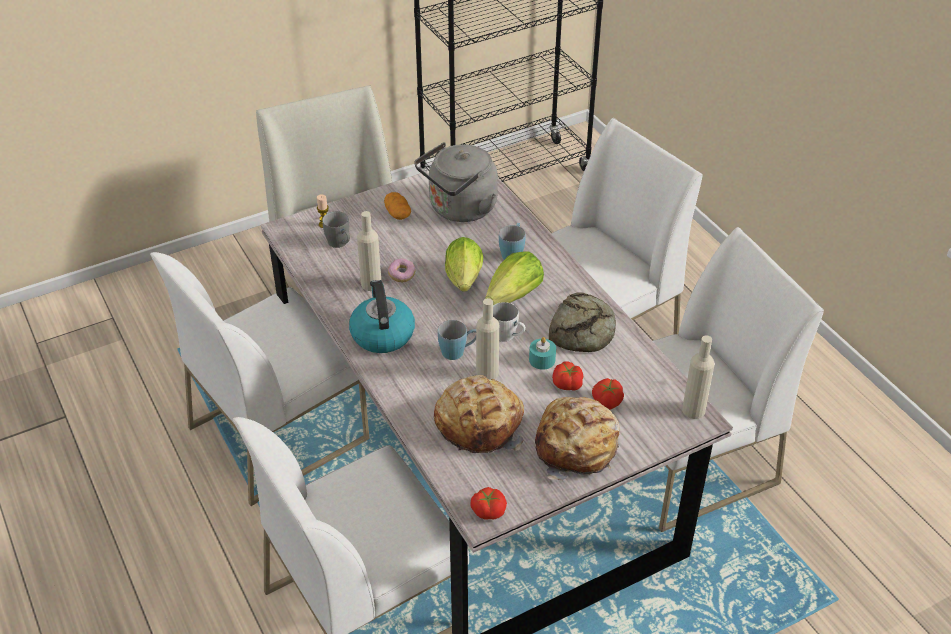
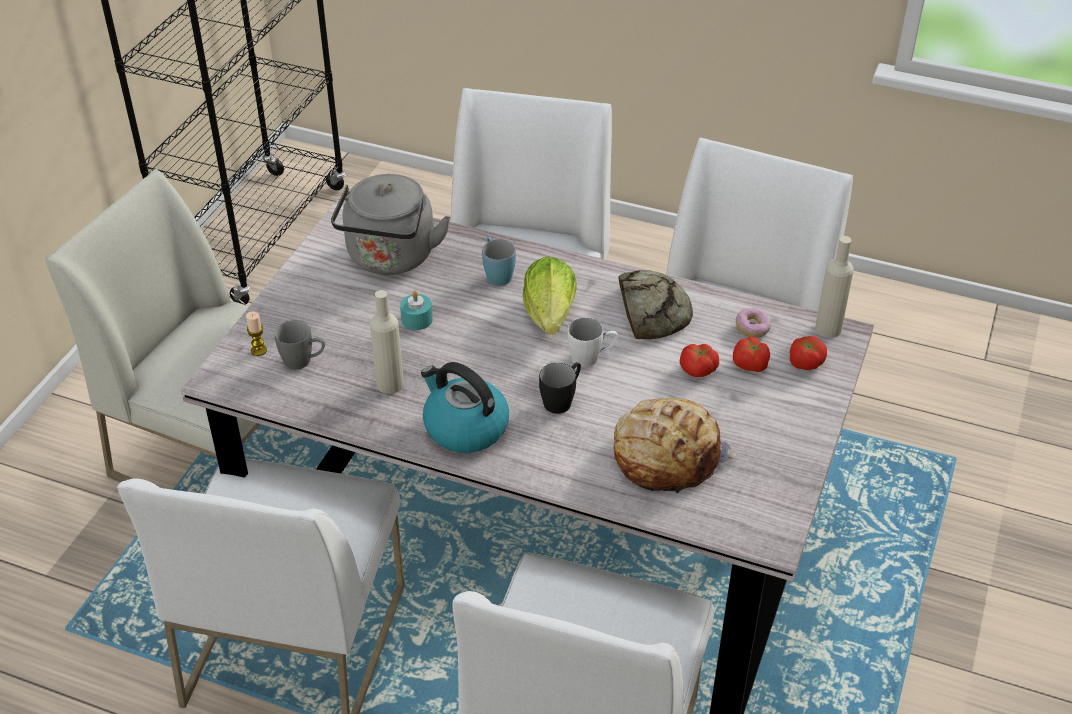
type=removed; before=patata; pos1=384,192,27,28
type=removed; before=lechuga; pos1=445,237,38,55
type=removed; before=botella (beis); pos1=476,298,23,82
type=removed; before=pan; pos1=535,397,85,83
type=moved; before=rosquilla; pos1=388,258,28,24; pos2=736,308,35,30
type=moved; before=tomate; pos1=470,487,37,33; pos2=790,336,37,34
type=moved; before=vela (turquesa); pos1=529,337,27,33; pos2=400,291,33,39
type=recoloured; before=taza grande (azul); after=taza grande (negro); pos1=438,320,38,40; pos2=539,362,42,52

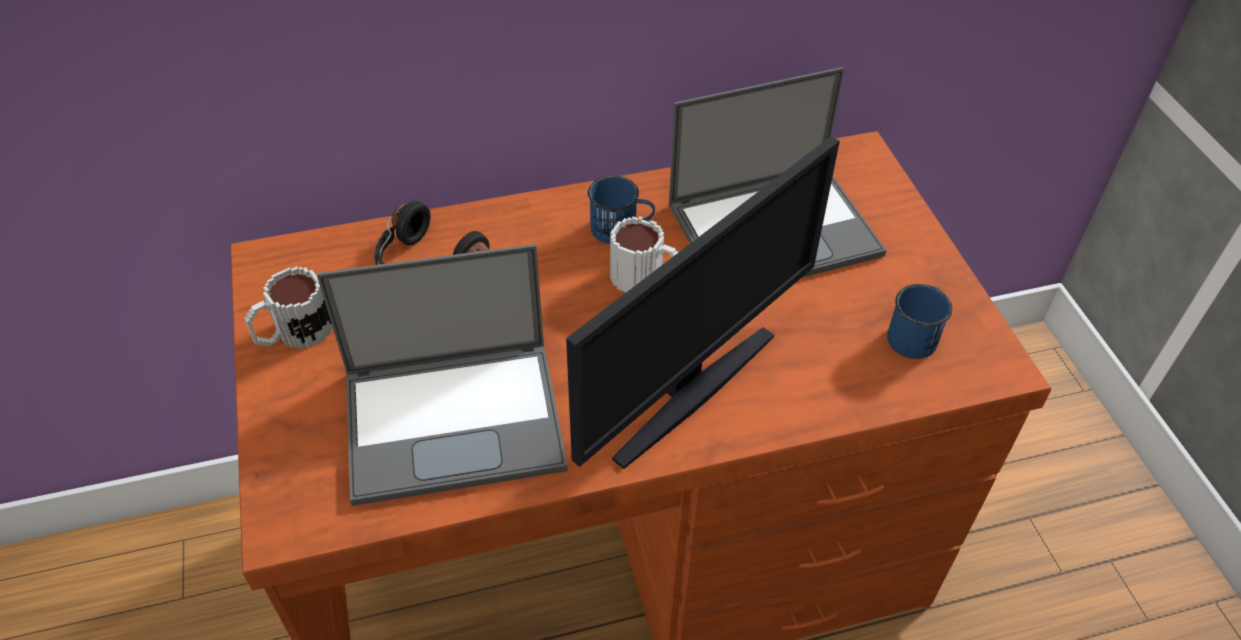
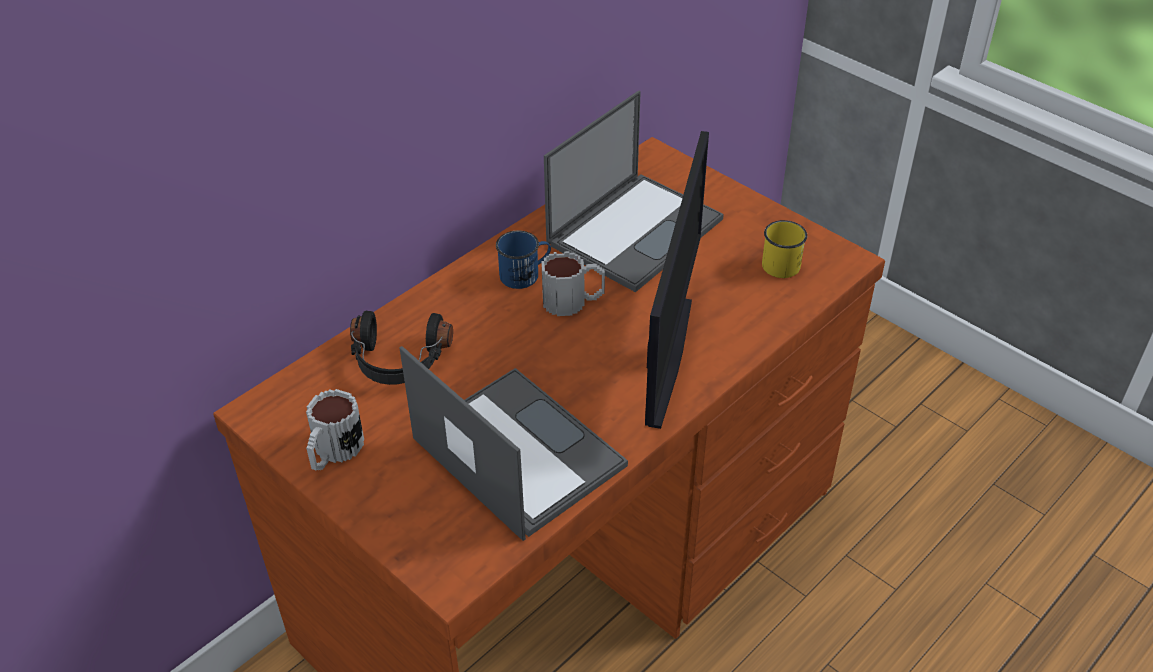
type=recoloured; before=taza grande (azul); after=taza grande (amarillo); pos1=887,284,66,75; pos2=762,220,45,58
type=turned; before=portátil; pos1=317,244,251,262; pos2=400,346,228,195; turn=-90

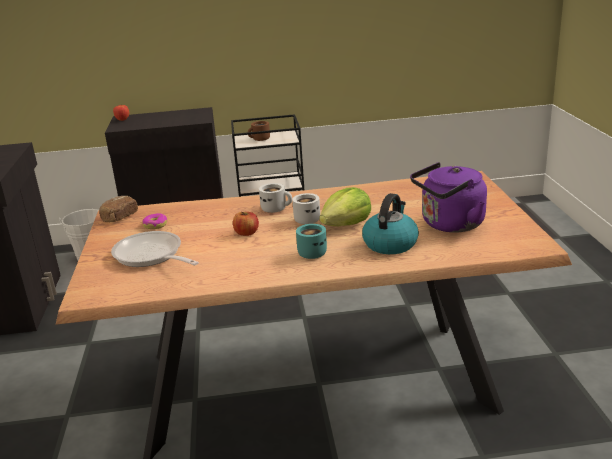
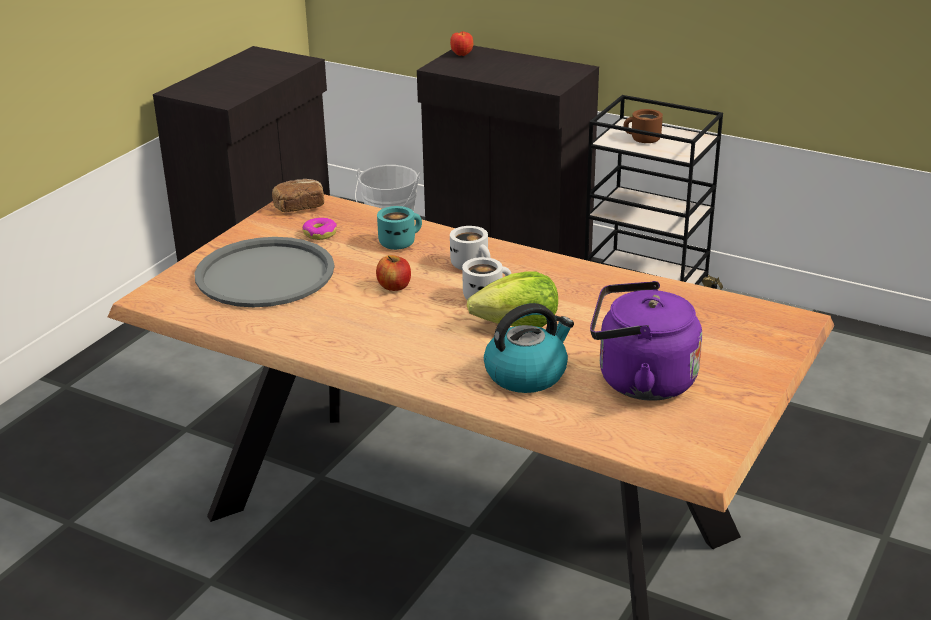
type=moved; before=taza grande (turquesa); pos1=296,224,31,35; pos2=377,206,45,44
type=replaced; before=sartén; after=bandeja (gris); pos1=111,231,88,36; pos2=194,237,141,70

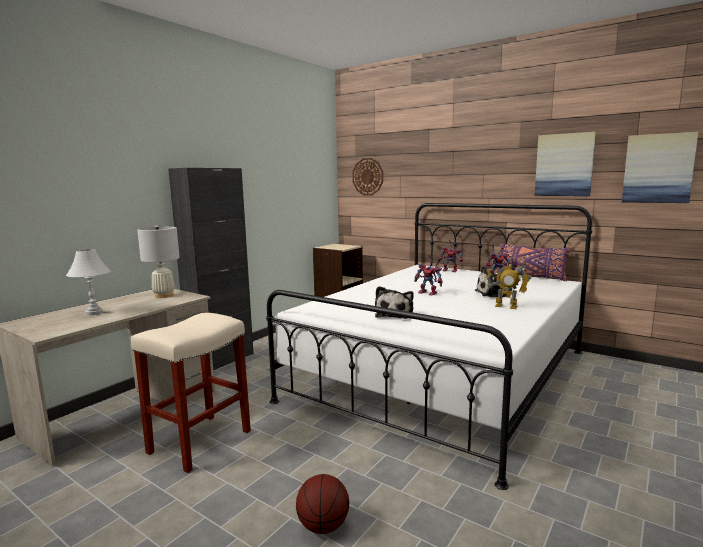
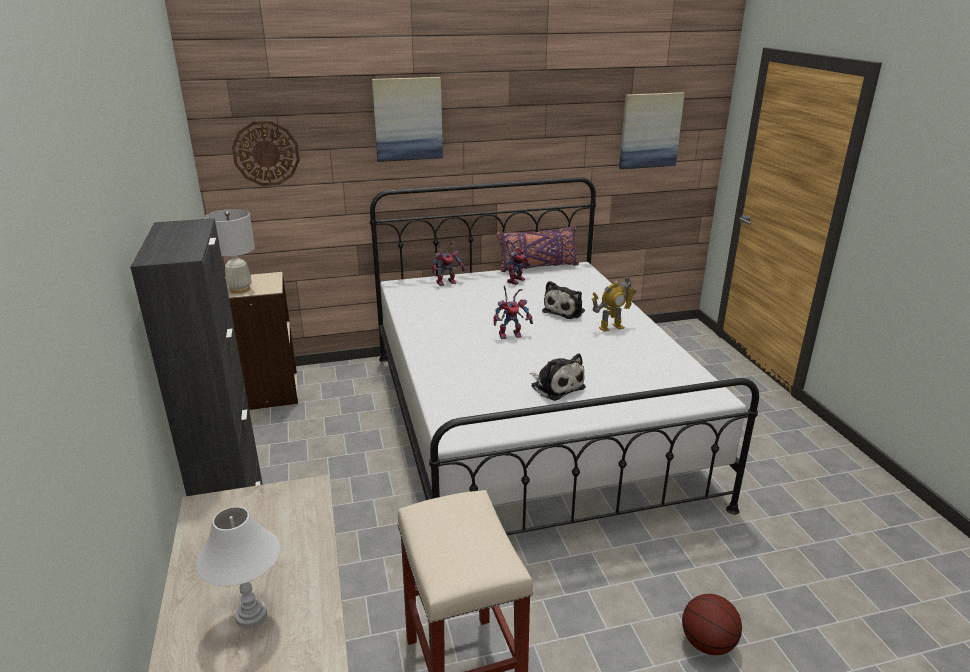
type=moved; before=lámpara de mesa (blanco); pos1=137,225,43,73; pos2=205,209,50,85
type=moved; before=cuadro; pos1=535,132,61,64; pos2=372,77,71,85

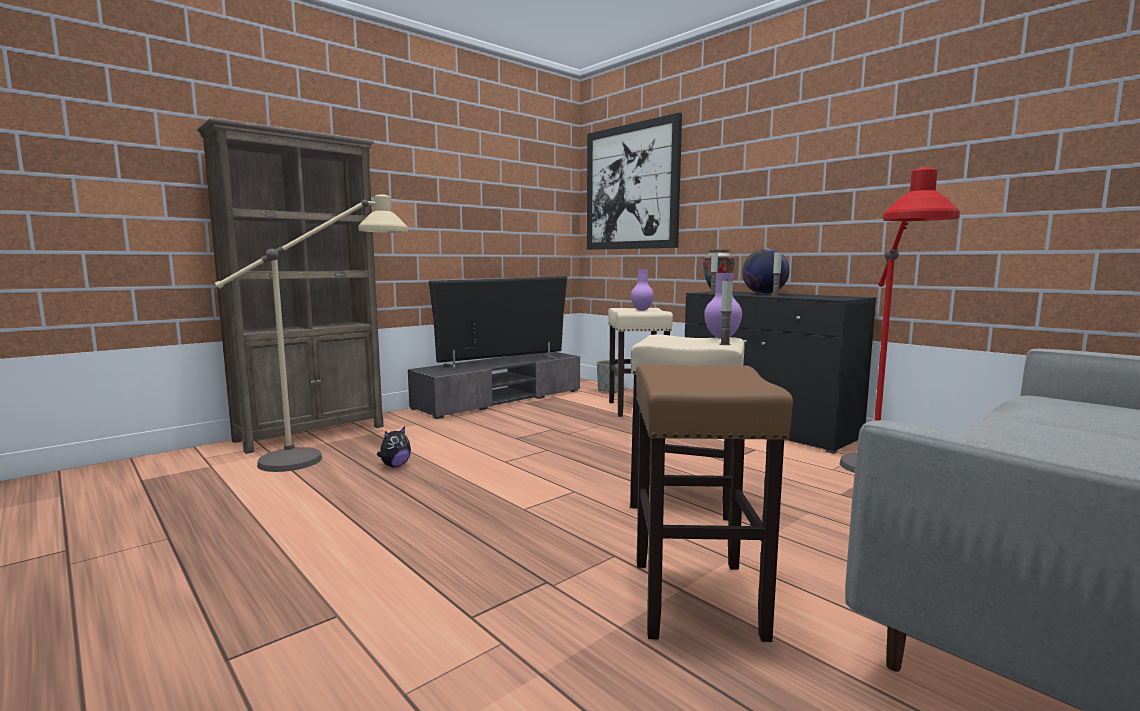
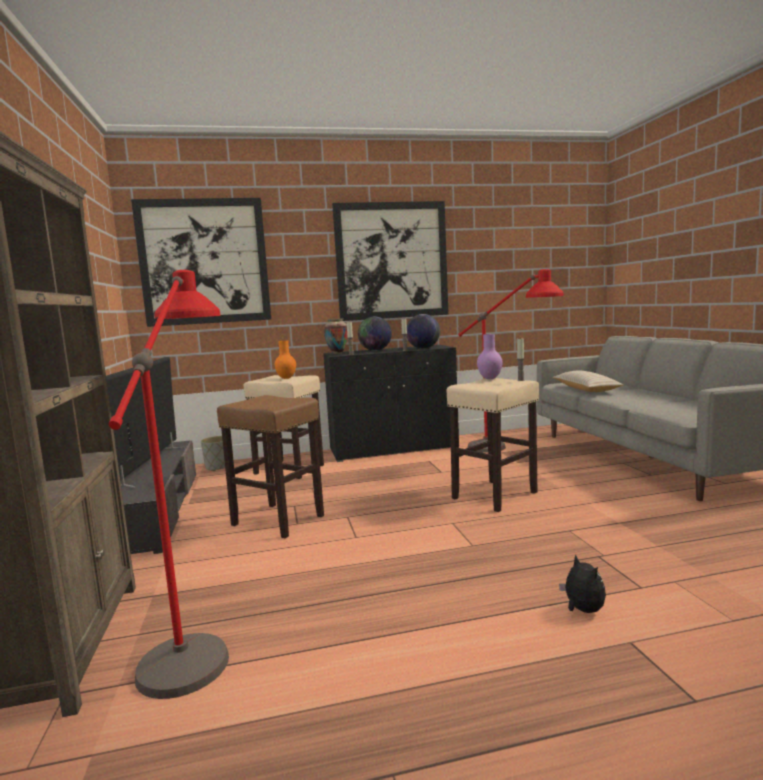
type=added; after=cuadro; pos2=332,201,117,120
type=added; after=globo terráqueo; pos2=407,314,33,35
type=added; after=cojín (beis); pos2=553,370,71,22
type=moved; before=peluche; pos1=377,426,34,41; pos2=559,555,47,58
type=moved; before=taburete (marrón); pos1=636,365,157,277; pos2=217,395,107,143
type=recoloured; before=lámpara de pie (beis); after=lámpara de pie (rojo); pos1=215,194,193,278; pos2=109,270,120,429
type=recoloured; before=florero (morado); after=florero (naranja); pos1=631,269,23,42; pos2=275,341,21,38

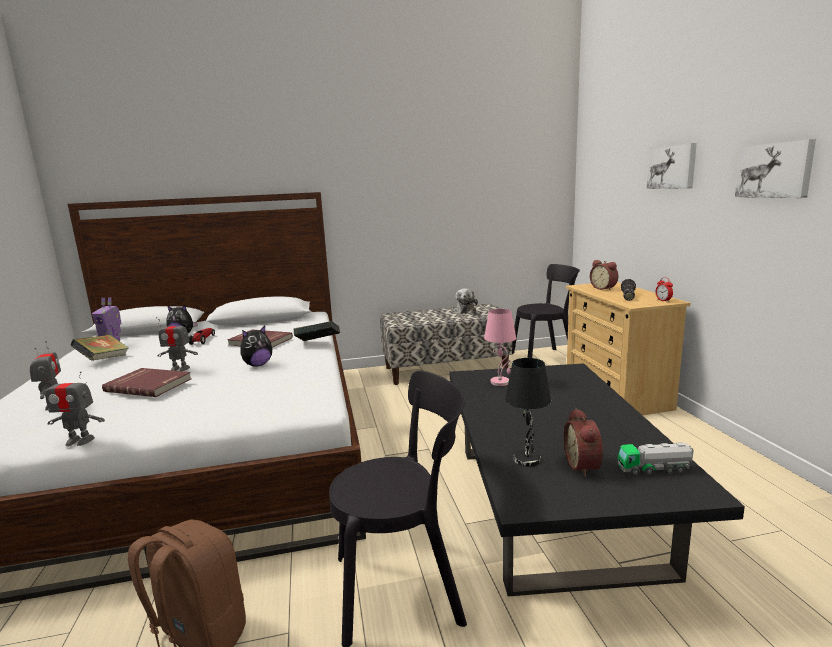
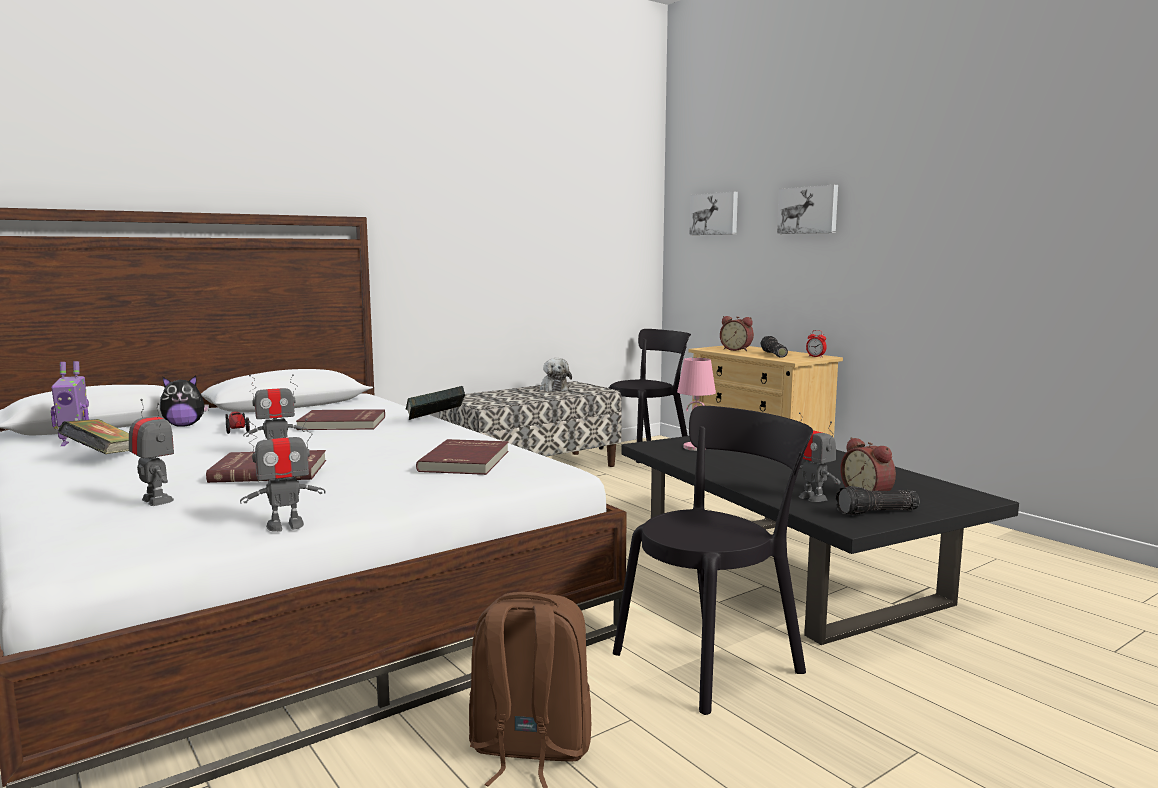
type=removed; before=peluche; pos1=240,326,32,41
type=removed; before=camión de juguete; pos1=618,442,75,34
type=added; after=libro (rojo); pos2=416,439,93,36
type=added; after=linterna; pos2=836,486,83,29
type=moved; before=cuadro; pos1=735,139,81,59; pos2=689,192,49,43
type=replaced; before=lámpara de mesa (negro); after=robot de juguete; pos1=505,358,46,109; pos2=791,412,49,90

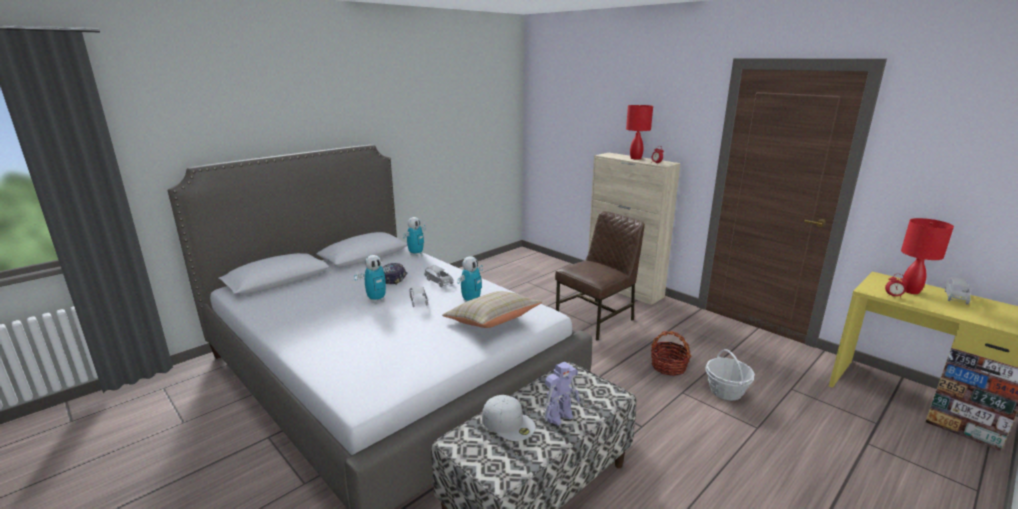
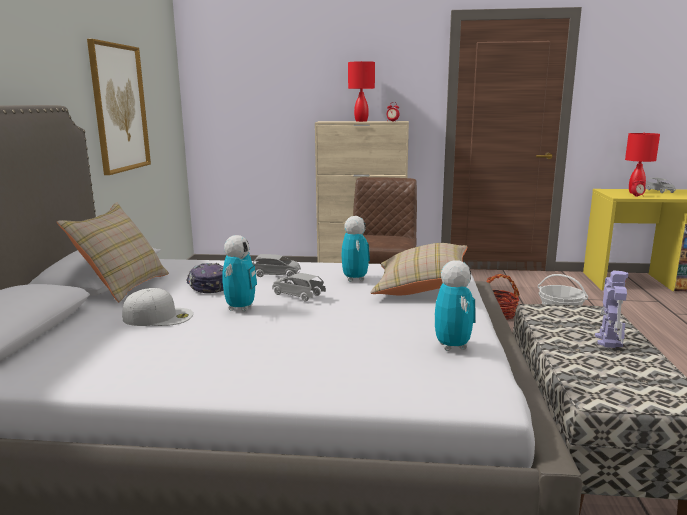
type=added; after=cojín (beis); pos2=57,202,112,100
type=added; after=cuadro; pos2=87,39,64,136
type=moved; before=robot de juguete; pos1=403,217,23,39; pos2=435,260,41,91
type=moved; before=gorra (blanco); pos1=482,395,54,46; pos2=122,288,71,38

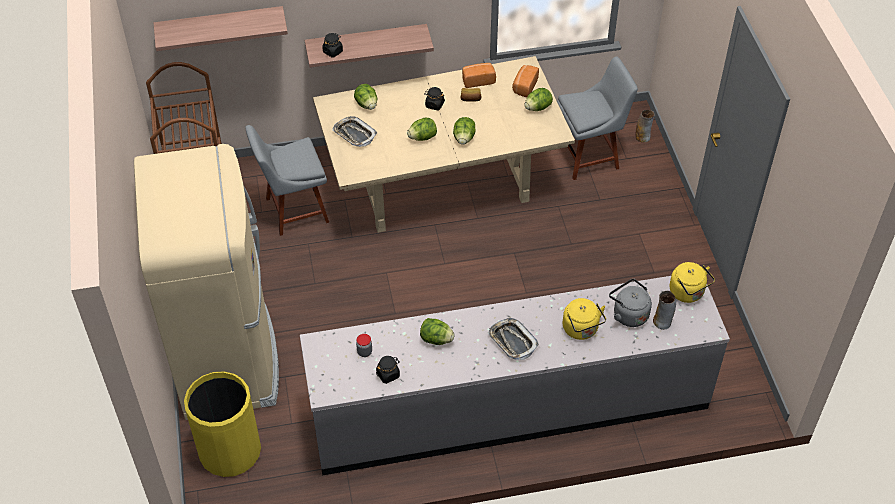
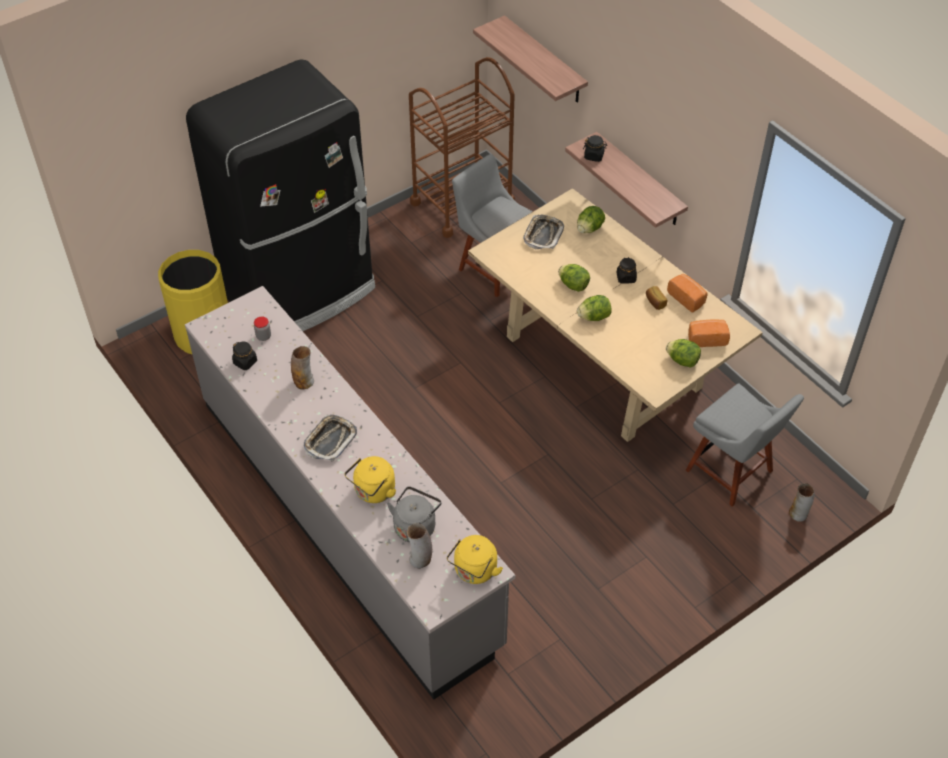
type=replaced; before=lechuga; after=florero; pos1=420,318,35,27; pos2=291,346,23,43
type=recoloured; before=nevera (beis); after=nevera (negro); pos1=134,144,145,276; pos2=186,59,189,272

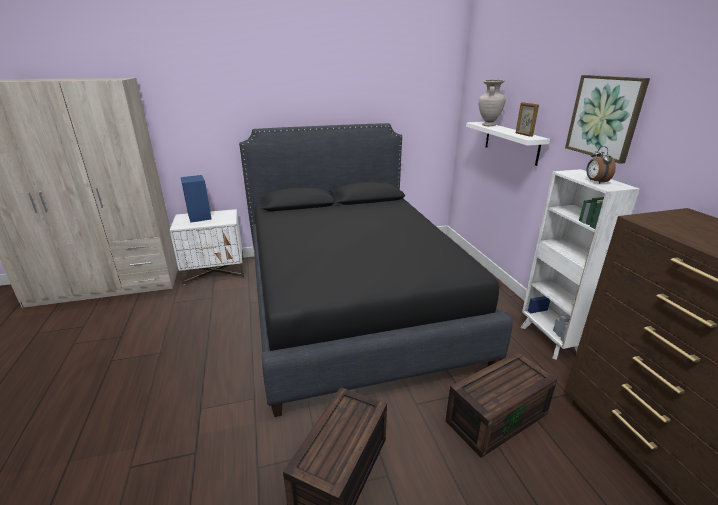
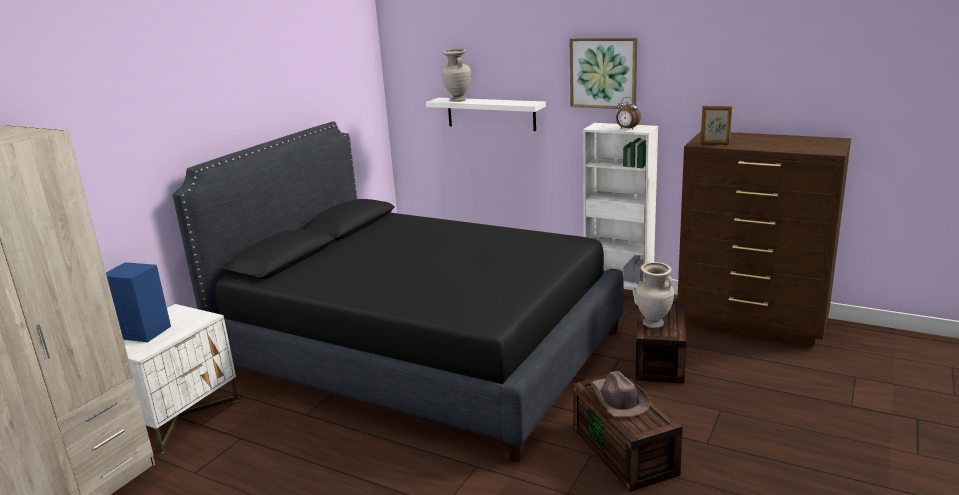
type=added; after=sombrero (marrón); pos2=590,371,60,46
type=added; after=florero (beis); pos2=635,262,39,66
type=moved; before=portarretratos; pos1=516,102,23,35; pos2=700,106,32,39

